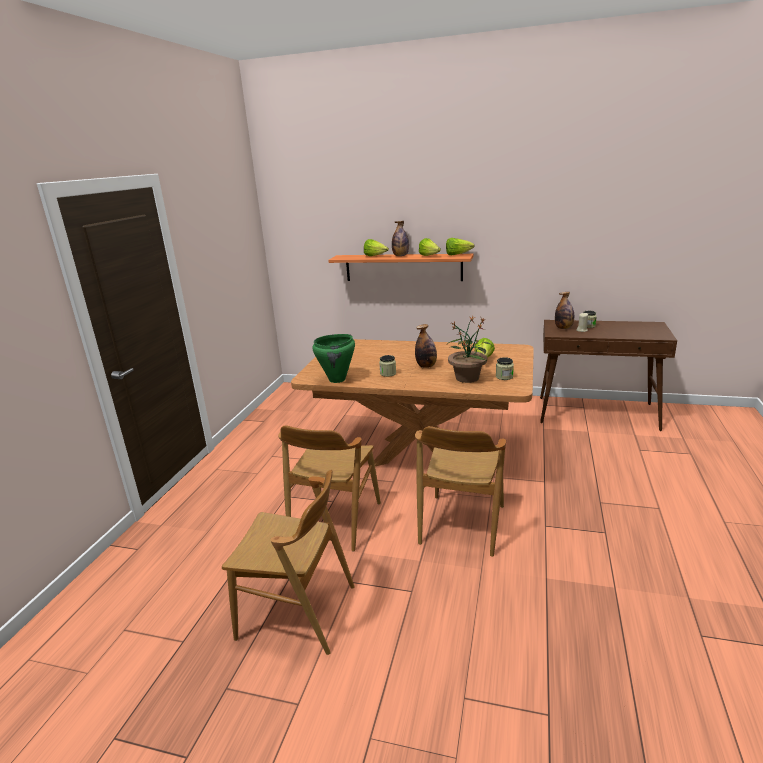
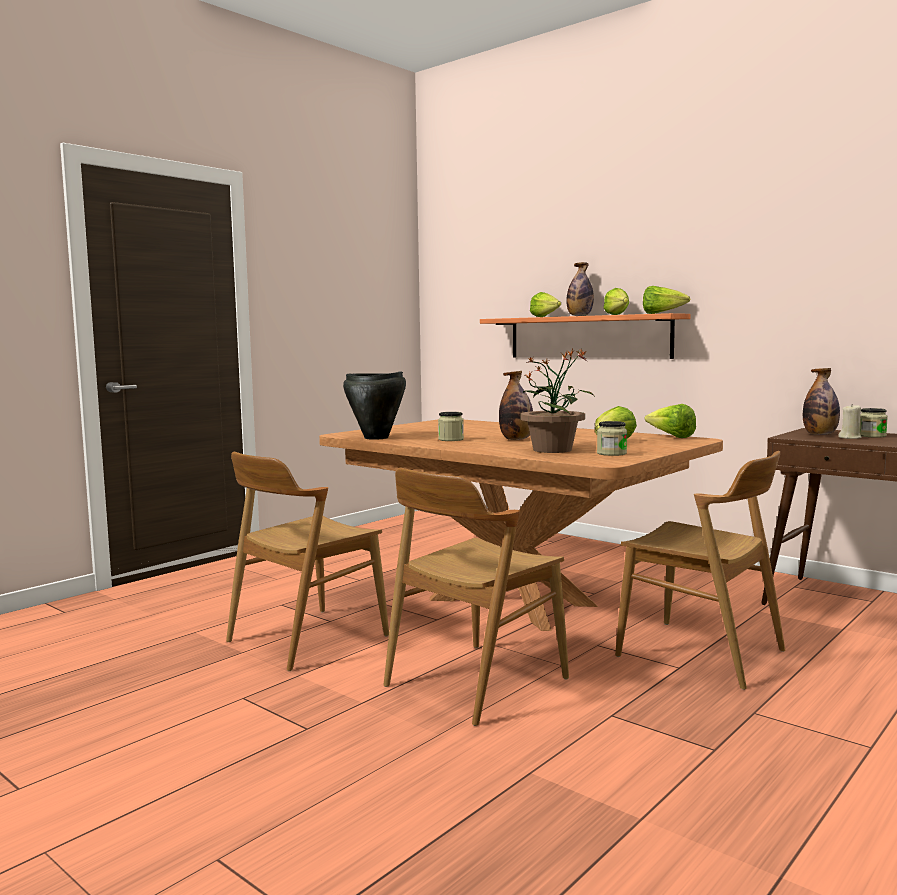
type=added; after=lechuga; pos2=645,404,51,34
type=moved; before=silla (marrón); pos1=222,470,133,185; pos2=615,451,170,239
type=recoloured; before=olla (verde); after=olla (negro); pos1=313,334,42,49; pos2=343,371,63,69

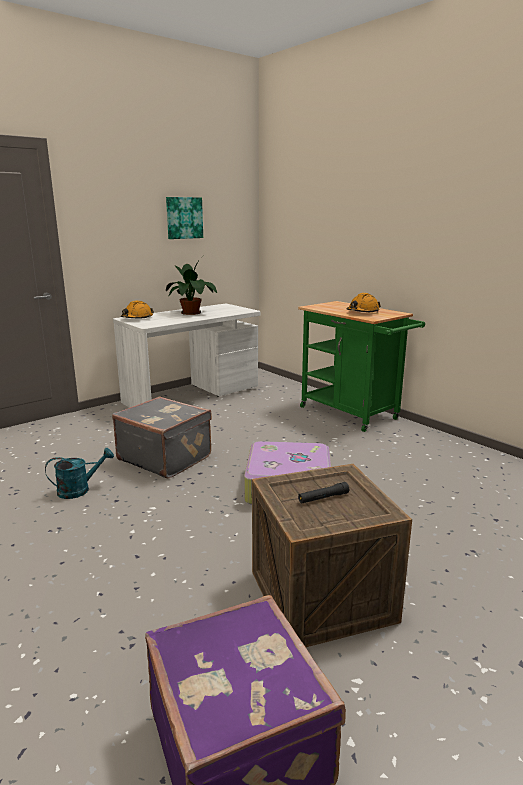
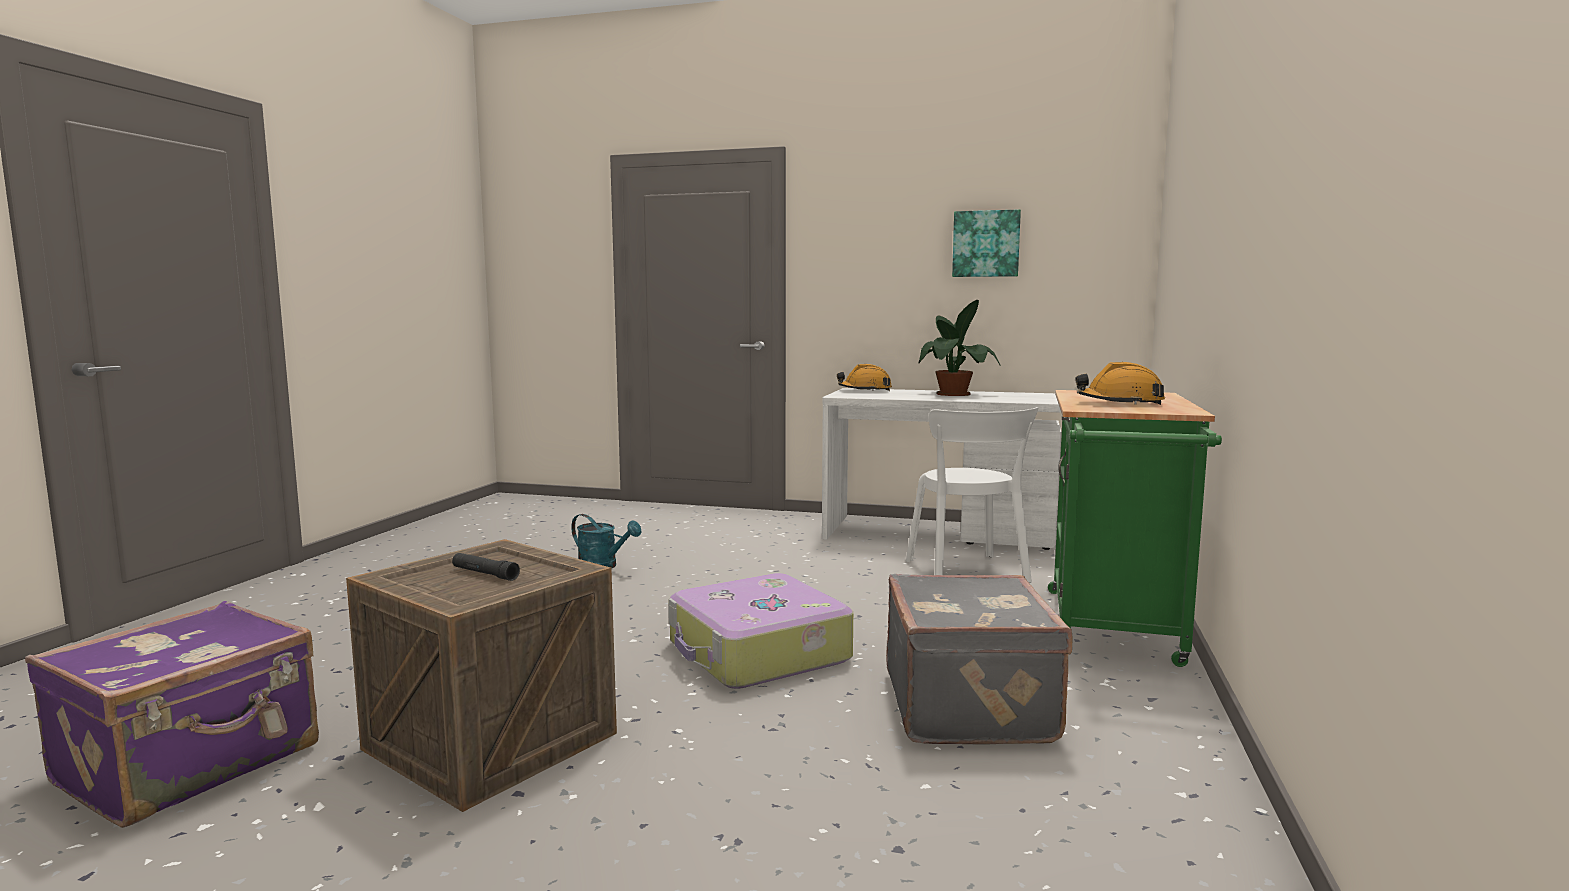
type=added; after=silla (blanco); pos2=906,407,132,176
type=moved; before=maleta (gris); pos1=112,396,100,83; pos2=886,574,187,170

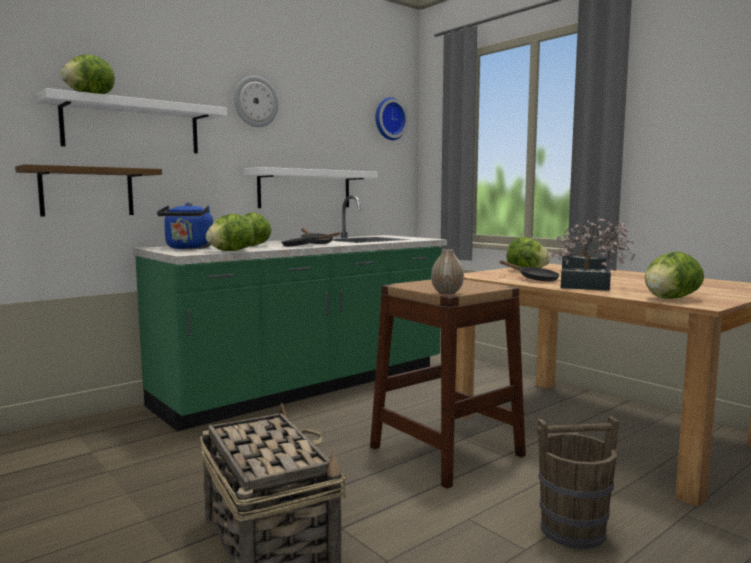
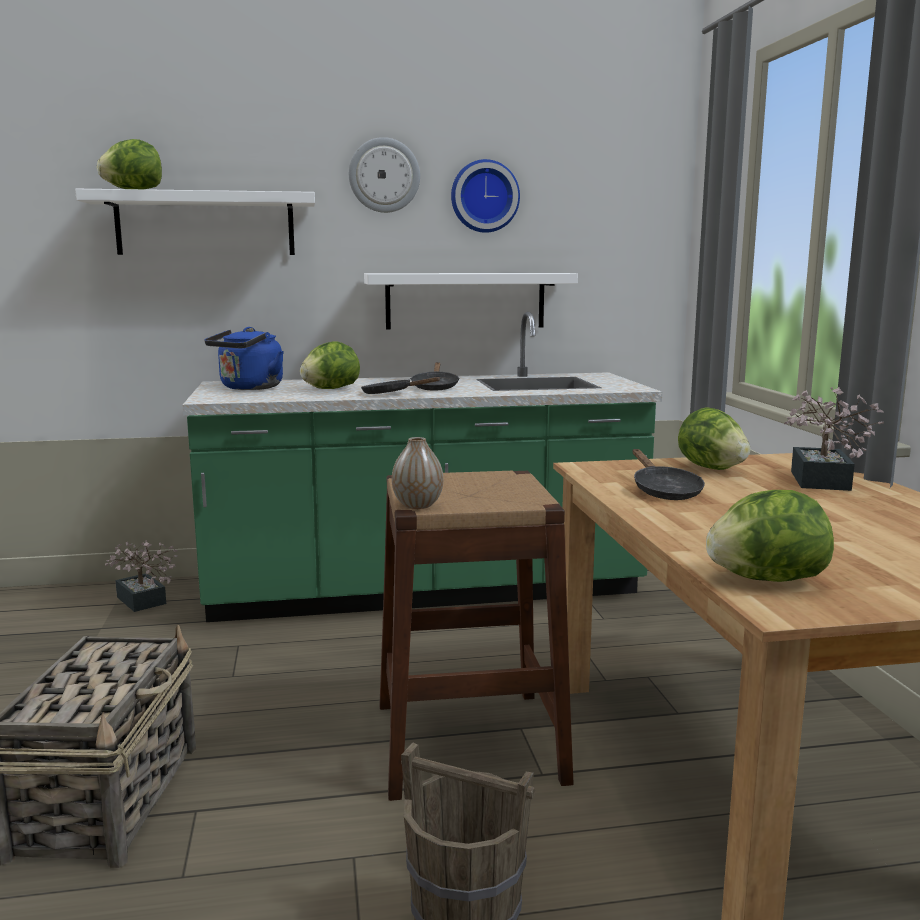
type=removed; before=estante; pos1=15,164,147,53
type=removed; before=lechuga; pos1=206,214,48,37
type=moved; before=reloj de pared; pos1=376,97,32,43; pos2=451,159,69,74
type=moved; before=planta en maceta; pos1=549,222,86,69; pos2=105,540,73,72

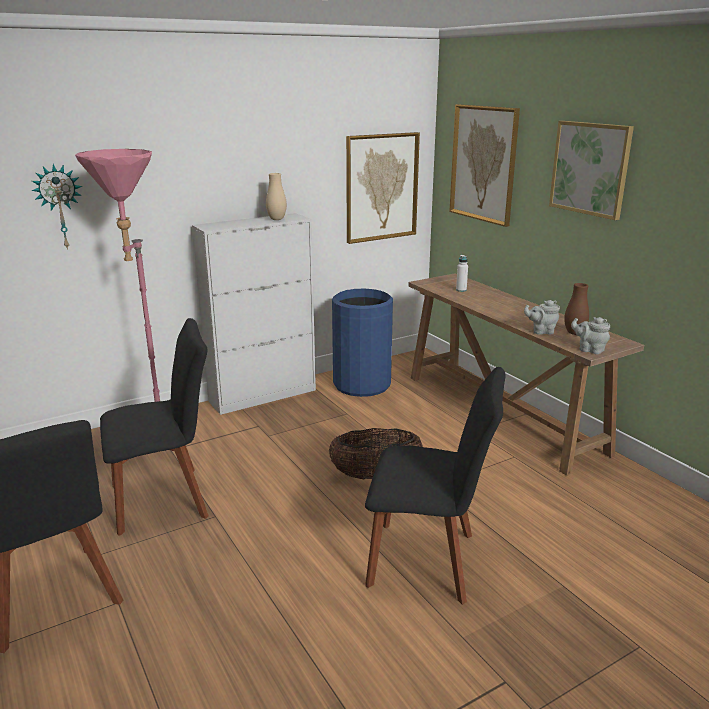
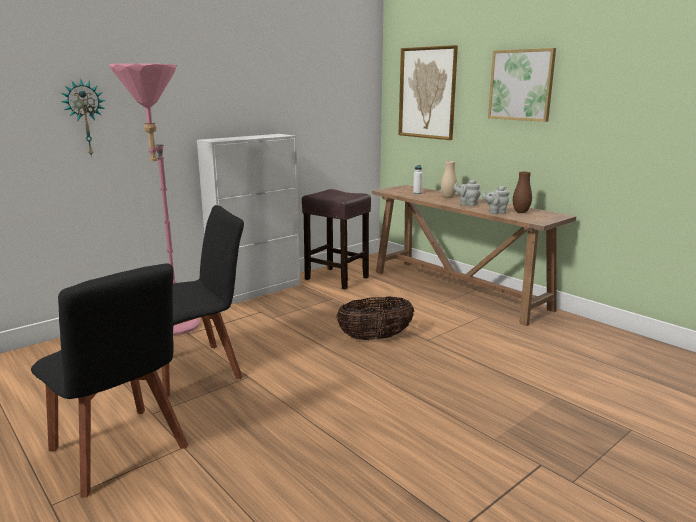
type=removed; before=cuadro; pos1=346,132,74,112
type=removed; before=silla (negro); pos1=365,367,140,238
type=moved; before=florero (beis); pos1=266,173,21,47; pos2=441,161,16,37
type=moved; before=tetera (gris); pos1=571,317,39,37; pos2=454,180,26,26
type=replaced; before=papelera (azul); after=taburete (marrón); pos1=332,289,61,108; pos2=302,189,69,100

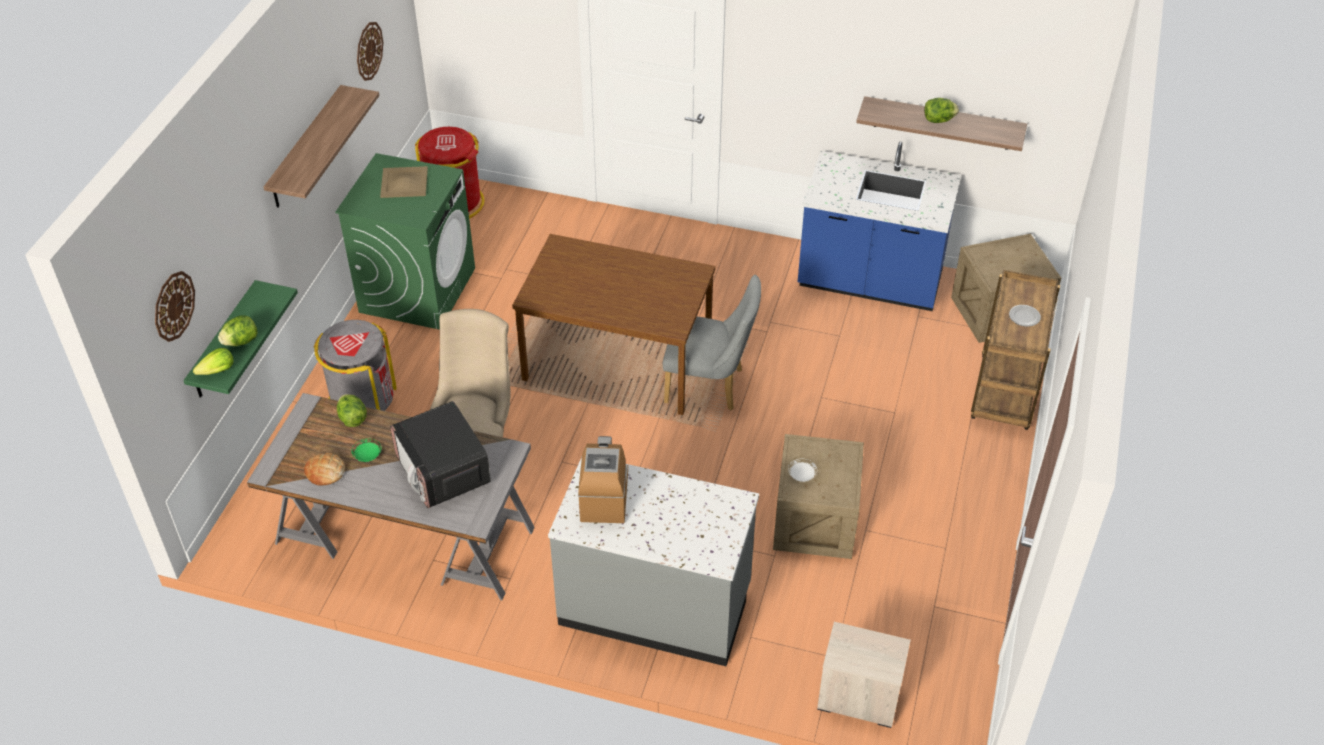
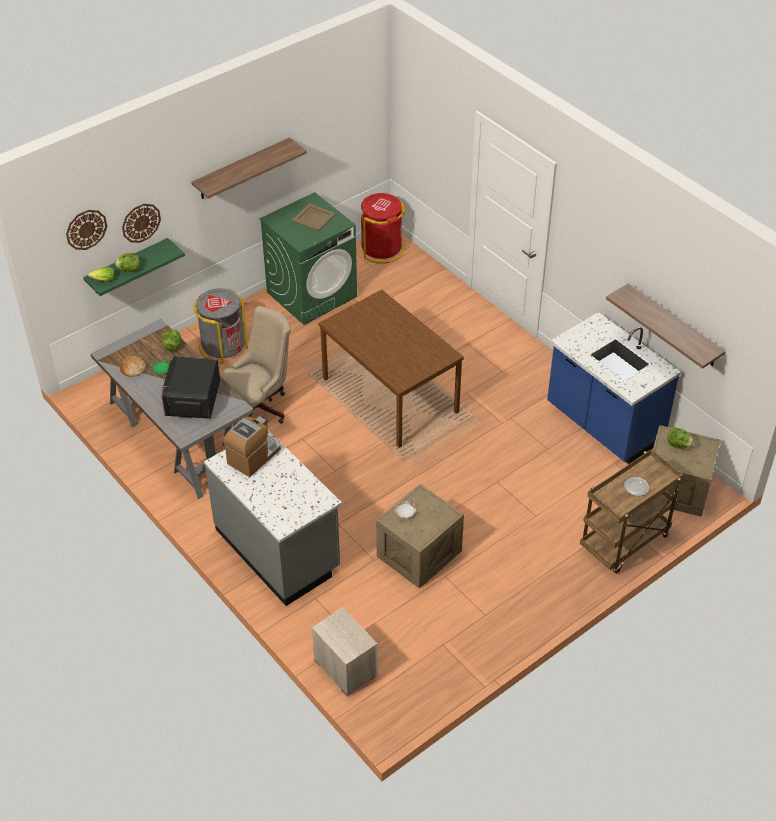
type=removed; before=silla (gris); pos1=663,275,98,136
type=moved; before=reloj de pared; pos1=357,22,26,59; pos2=122,204,39,39
type=moved; before=lechuga; pos1=924,98,35,25; pos2=668,428,26,21

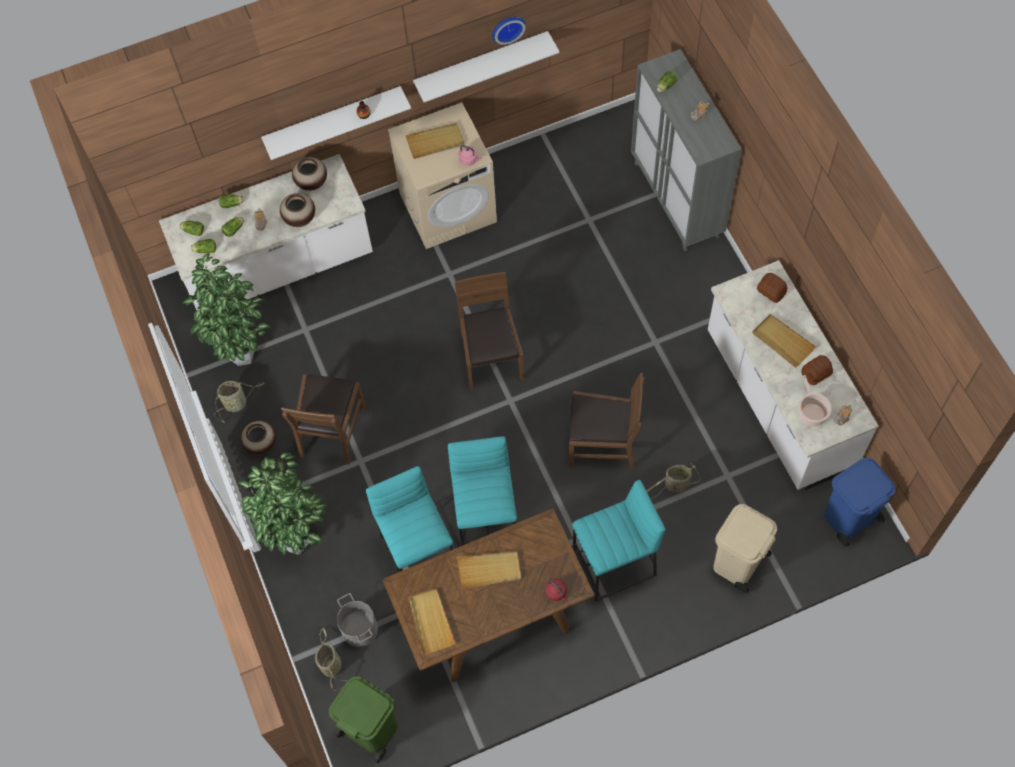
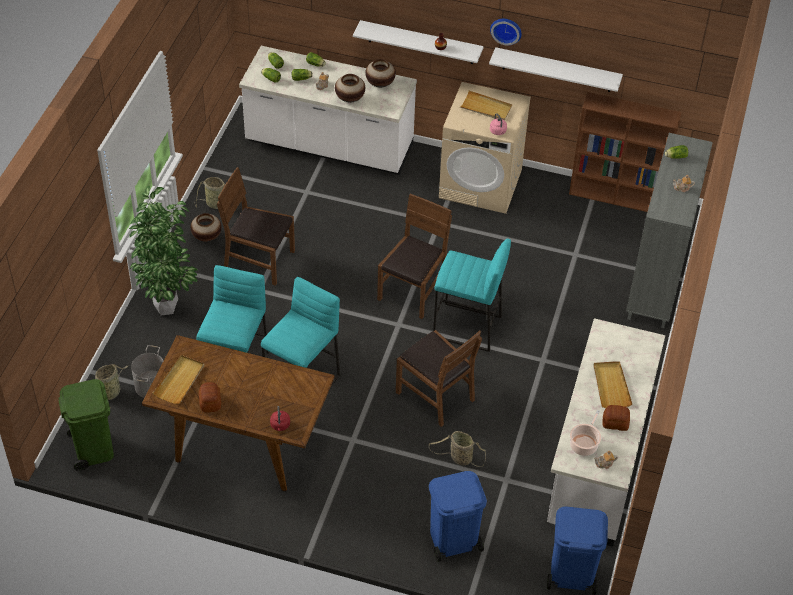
type=removed; before=planta en maceta; pos1=182,253,89,113
type=removed; before=bandeja (beis); pos1=457,551,64,38
type=added; after=estantería (marrón); pos2=569,92,113,120
type=moved; before=reloj de pared; pos1=492,17,34,28; pos2=490,19,32,27
type=moved; before=taburete (turquesa); pos1=573,480,92,122; pos2=433,238,78,114
type=moved; before=pan; pos1=757,273,30,30; pos2=199,382,22,30
type=recoloured; before=papelera (beis); after=papelera (azul); pos1=713,504,64,89; pos2=429,471,58,91
type=turned; before=silla (marrón); pos1=281,374,85,91; pos2=217,167,78,119; turn=60

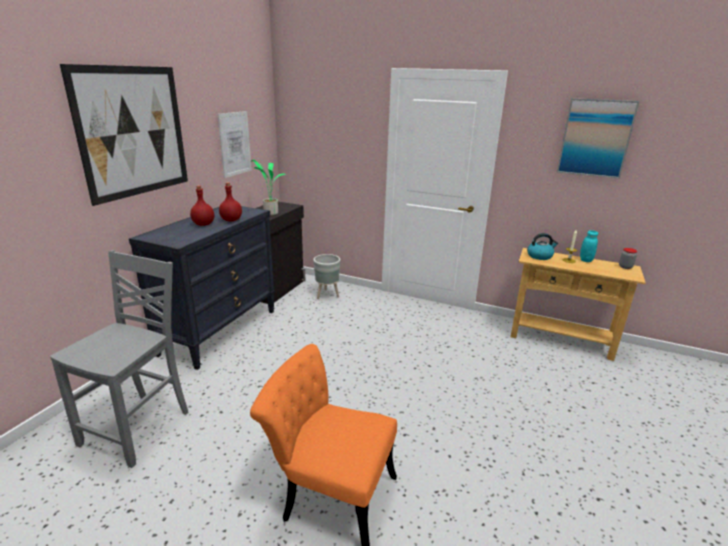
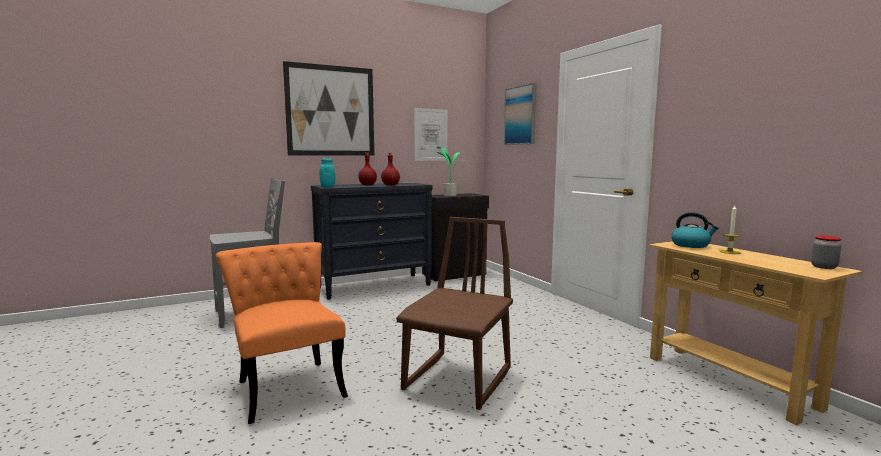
type=removed; before=maceta (gris); pos1=313,254,27,45
type=added; after=silla (marrón); pos2=396,217,117,193
type=moved; before=cuadro; pos1=557,98,83,81; pos2=504,83,33,62
type=moved; before=tarro (turquesa); pos1=580,230,18,32; pos2=320,158,15,29

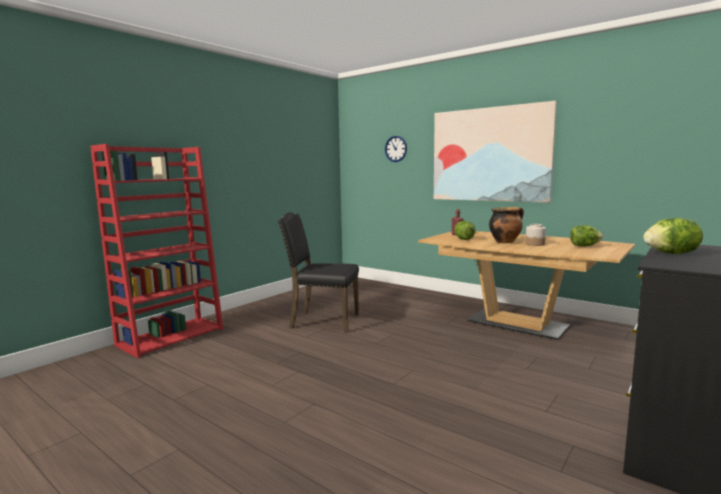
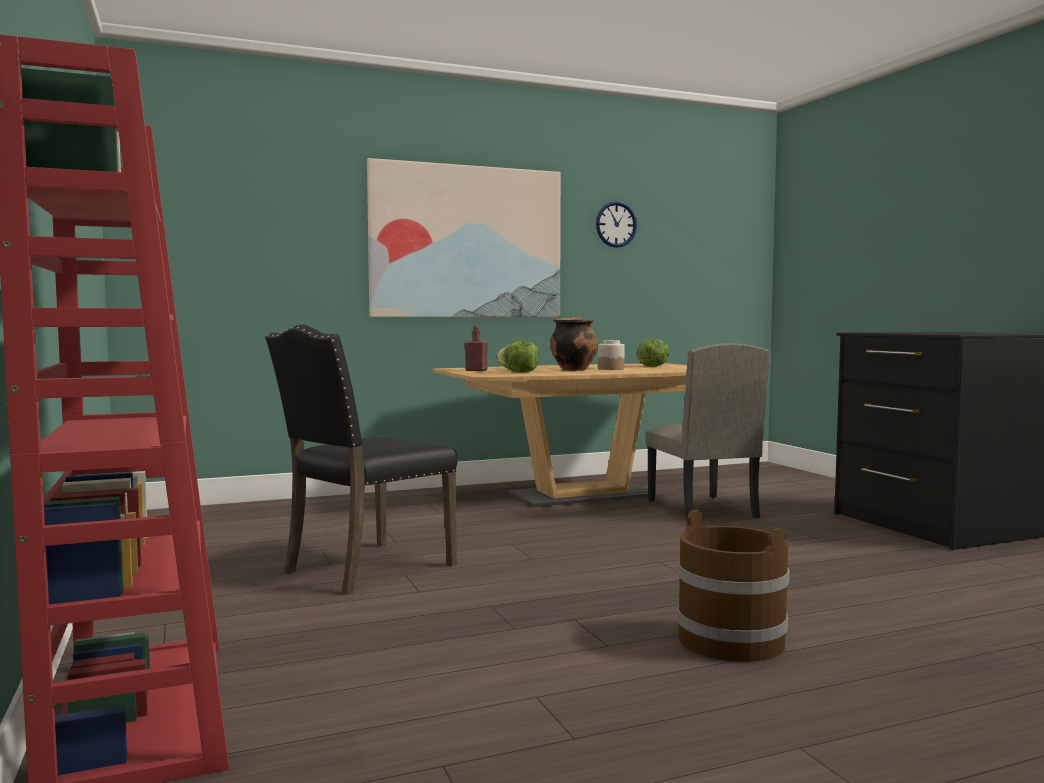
type=removed; before=lechuga; pos1=643,218,60,36
type=added; after=silla (beis); pos2=645,343,125,178
type=added; after=cubo (marrón); pos2=677,509,113,153
type=moved; before=reloj de pared; pos1=385,136,22,26; pos2=596,201,41,47

